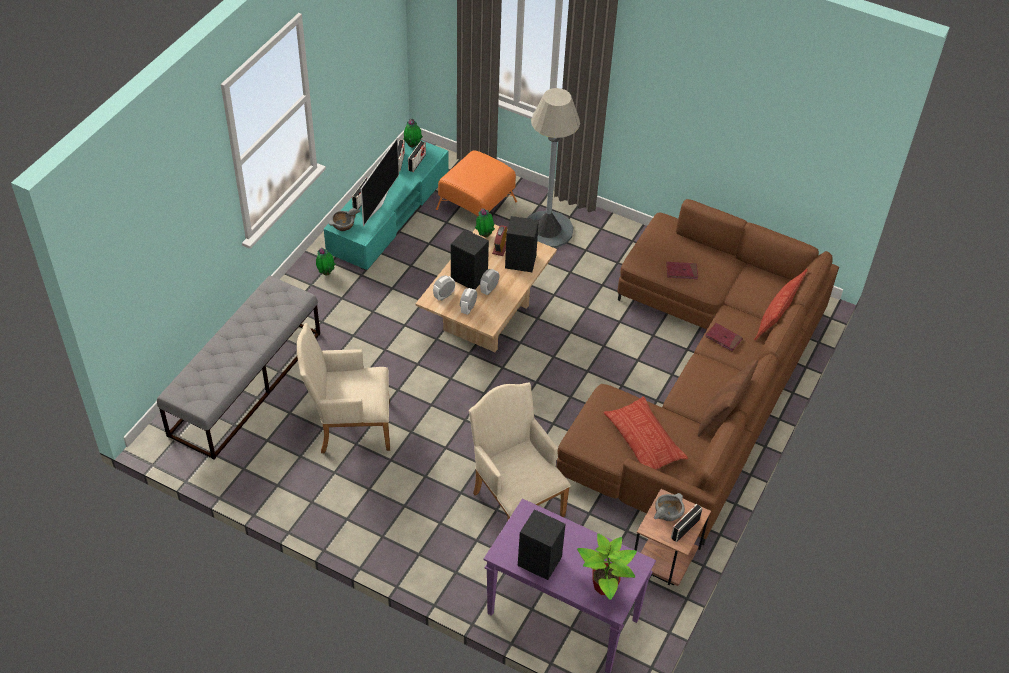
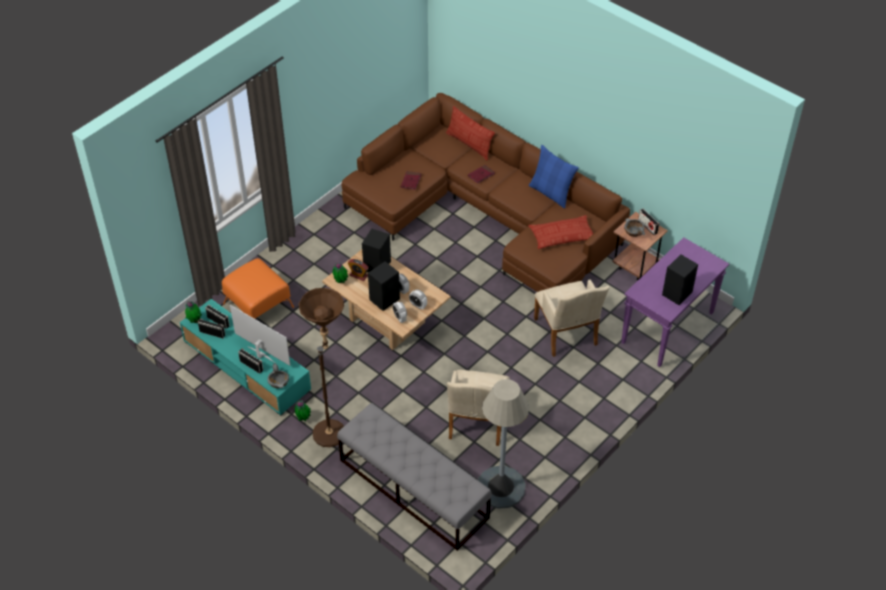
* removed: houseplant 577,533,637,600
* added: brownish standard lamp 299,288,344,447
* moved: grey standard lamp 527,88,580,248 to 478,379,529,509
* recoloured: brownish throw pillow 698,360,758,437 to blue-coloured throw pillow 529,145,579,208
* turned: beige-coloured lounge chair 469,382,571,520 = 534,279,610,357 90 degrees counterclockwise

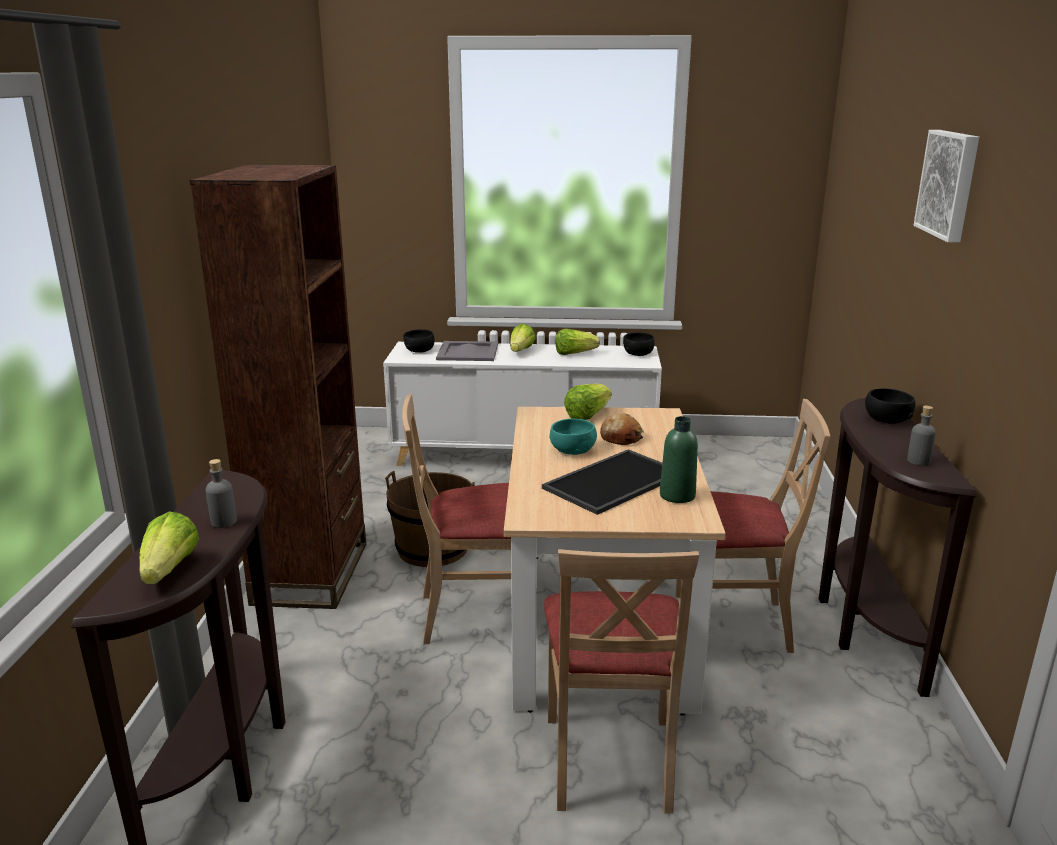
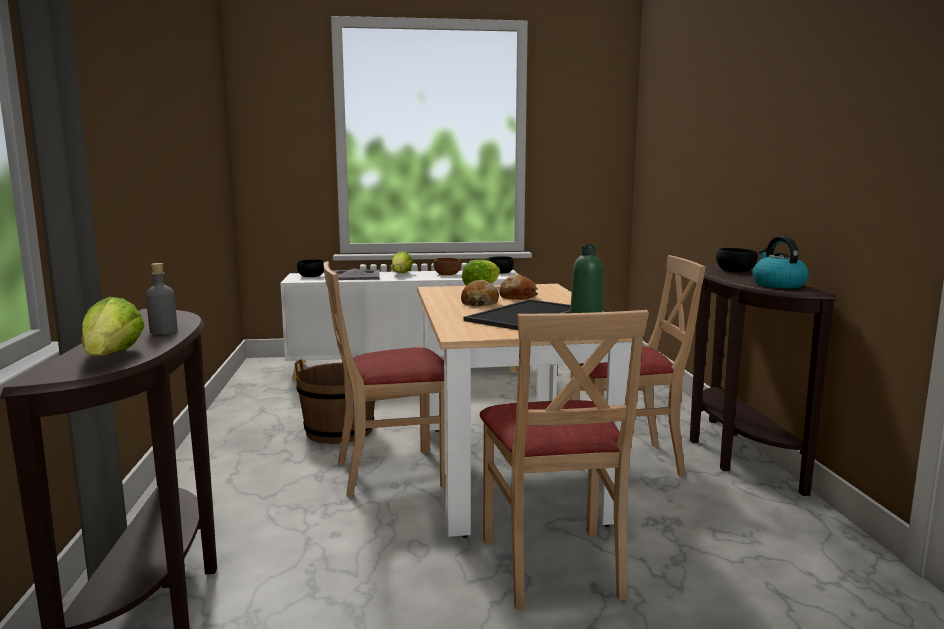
* removed: brownish bookcase 190,165,366,609
* removed: wall picture 913,130,979,243
* replaced: turquoise-coloured bowl 549,419,597,455 to baked bread 461,280,499,306
* replaced: lettuce 556,329,600,355 to brownish bowl 434,258,461,275
* replaced: grey bottle 907,406,936,466 to tea kettle 752,236,809,289

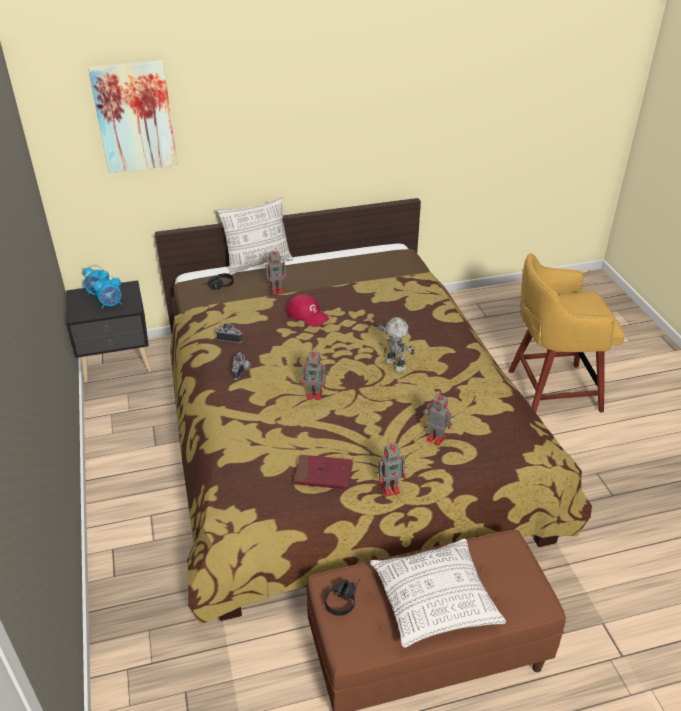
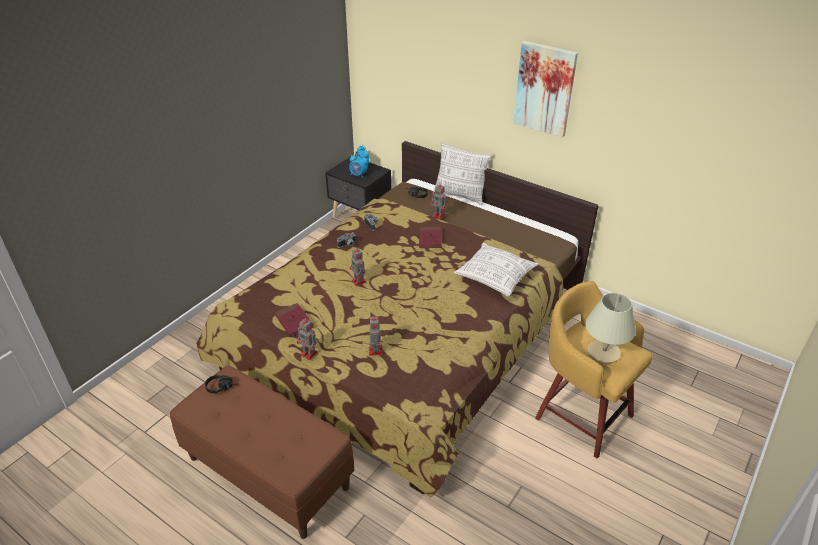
* removed: robot figure 377,317,414,372
* added: beige-coloured tabletop lamp 585,293,636,363
* moved: wall picture 88,60,178,173 to 513,41,578,138
* moved: throw pillow 370,539,506,648 to 454,243,538,297
* replaced: red cap 286,294,329,327 to red book 419,226,442,248

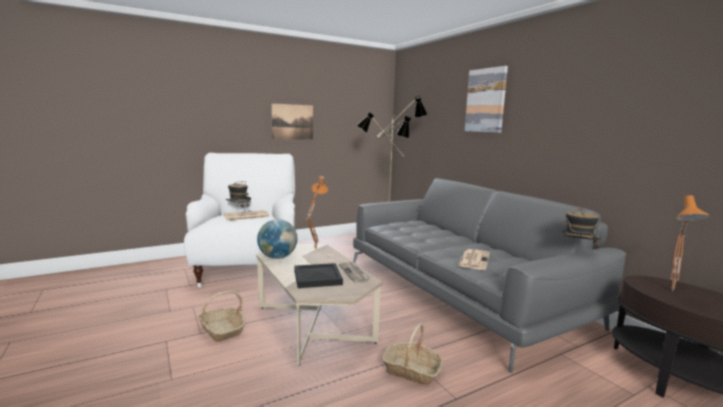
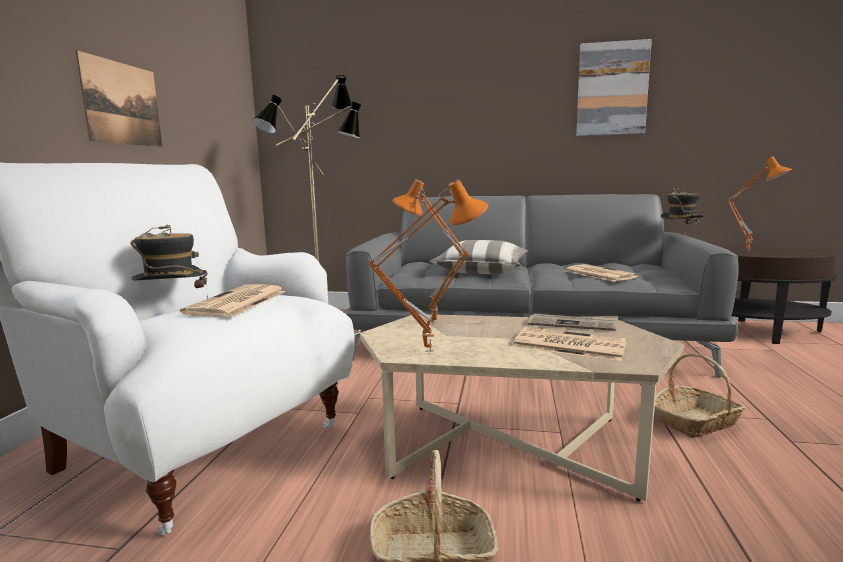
* added: throw pillow 430,240,528,274
* moved: wall picture 465,66,508,133 to 576,39,652,136
* replaced: globe 257,219,297,259 to orangey tabletop lamp 368,179,488,352
* replaced: black serving tray 294,263,343,288 to printed paper 513,327,626,361

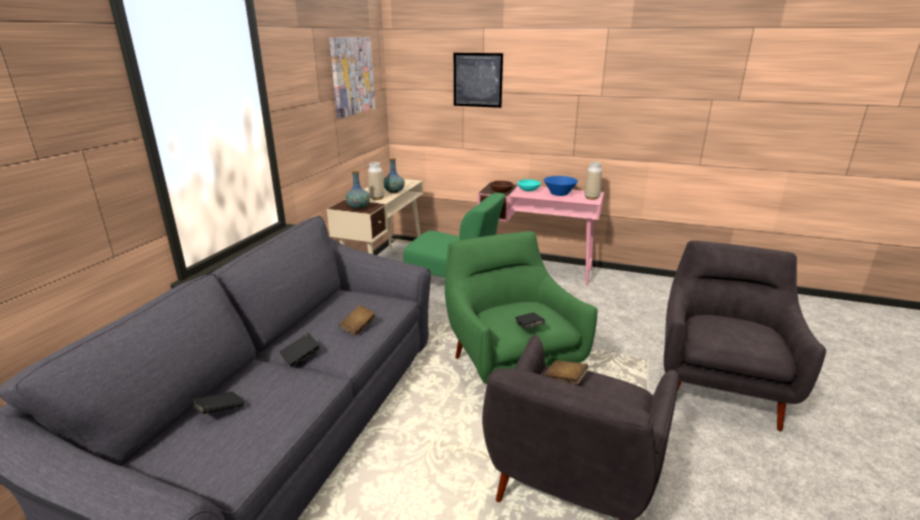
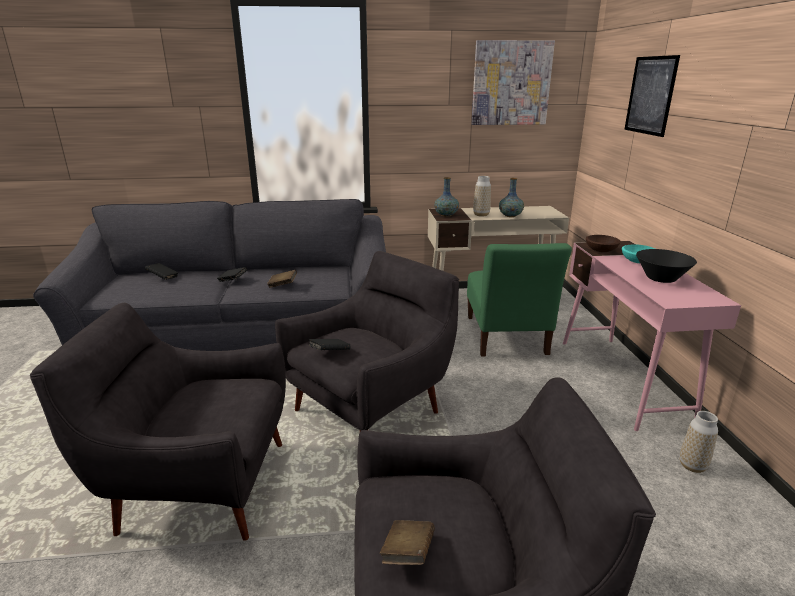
* moved: brownish book 545,360,588,384 to 380,520,435,565
* moved: flower vase 584,162,602,200 to 679,411,718,473
* recoloured: green lounge chair 445,231,597,384 to grey lounge chair 275,251,459,432
* recoloured: blue-coloured bowl 543,176,578,196 to black bowl 636,249,697,283

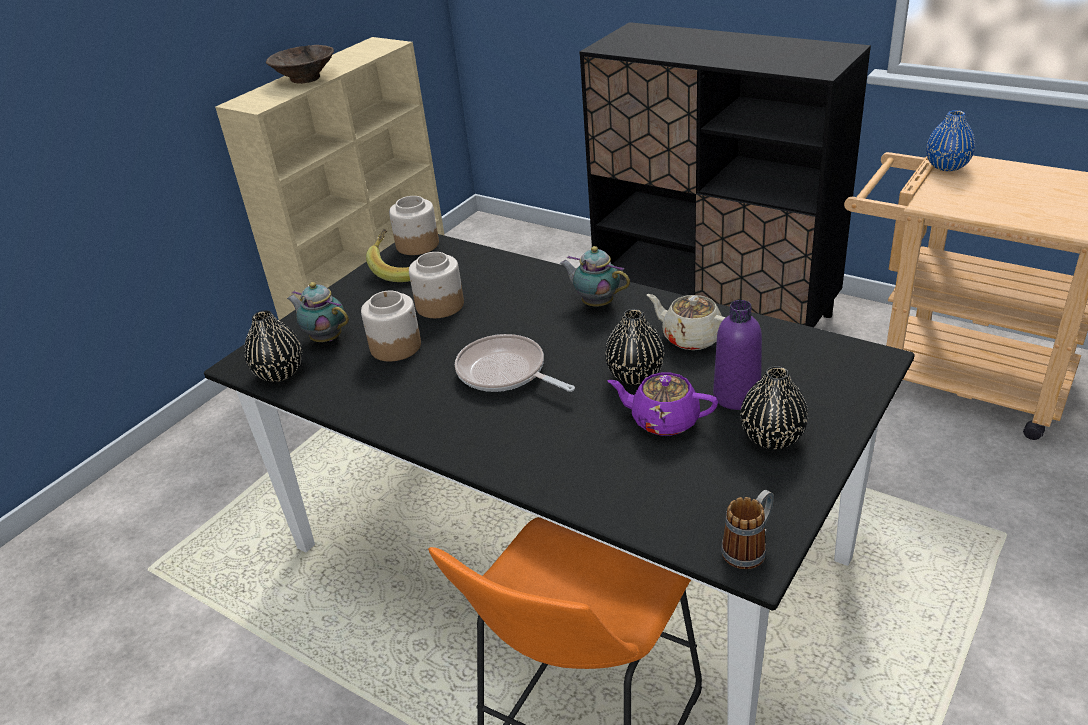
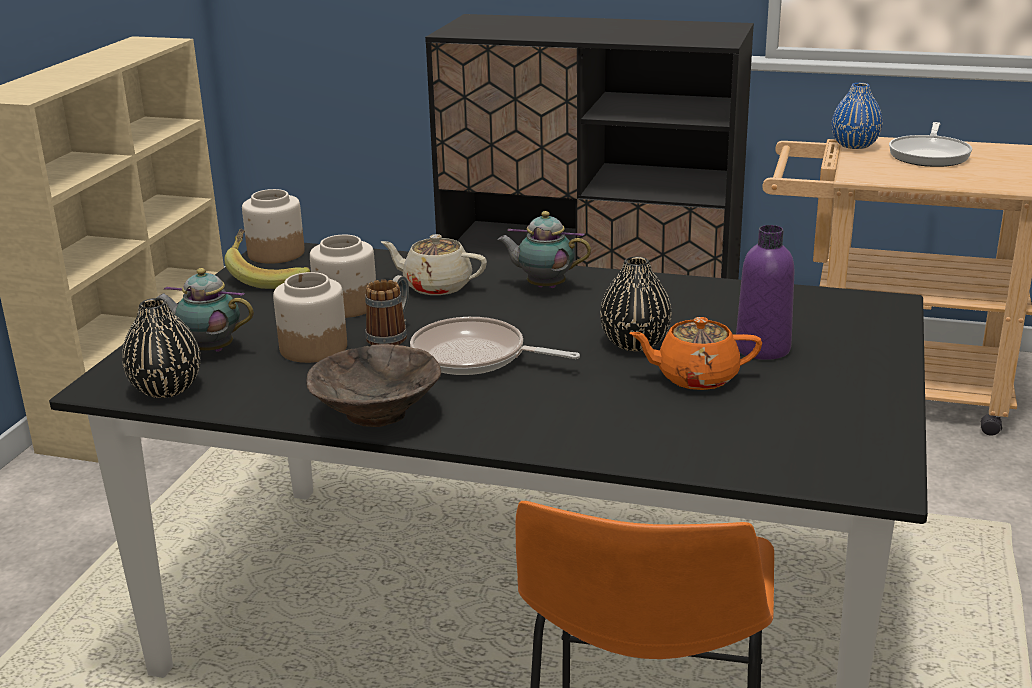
* removed: black flower vase 740,366,808,449
* added: frying pan 889,122,972,167
* moved: brownish bowl 266,45,334,84 to 306,344,441,427
* moved: beige-coloured tea pot 647,294,726,350 to 381,234,487,295
* moved: mug 721,490,774,569 to 365,275,409,345
* recoloured: purple tea pot 607,373,718,436 to orangey tea pot 629,317,762,390

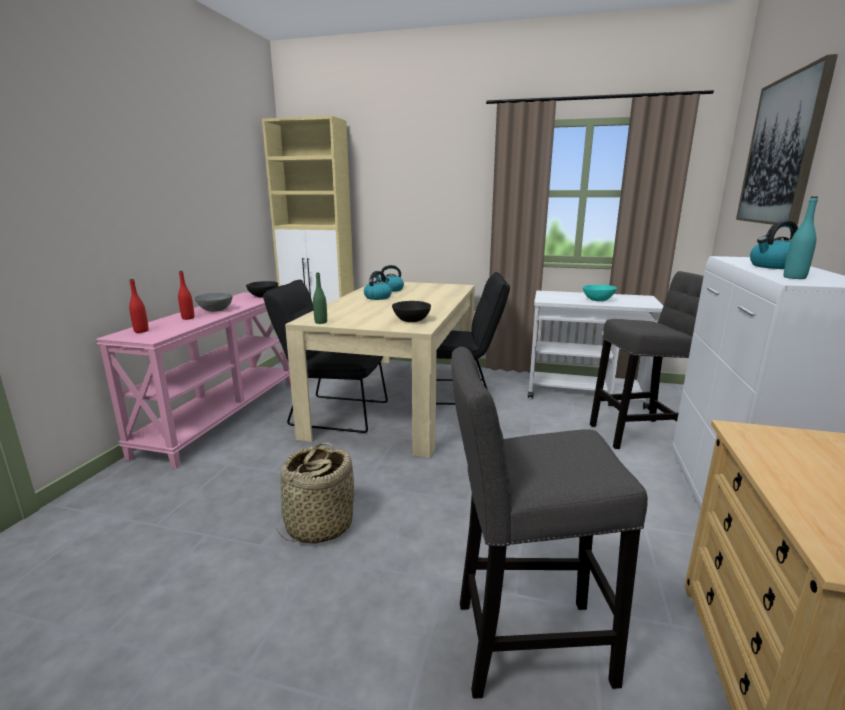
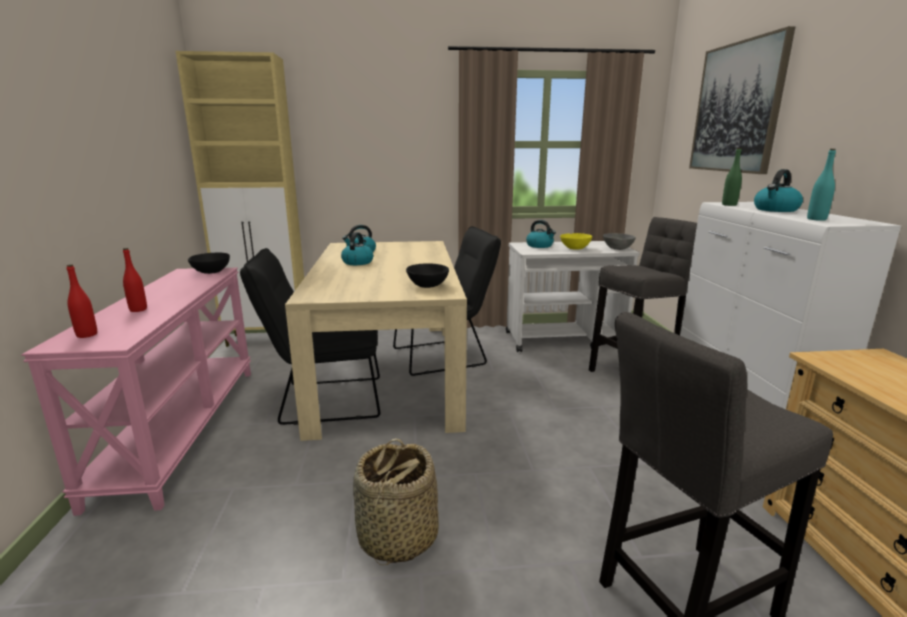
* added: tea kettle 526,220,556,248
* moved: grey bowl 195,293,233,312 to 603,233,636,250
* moved: green bottle 313,272,327,324 to 722,148,742,206
* recoloured: turquoise-coloured bowl 583,285,617,301 to yellowish bowl 560,233,592,250

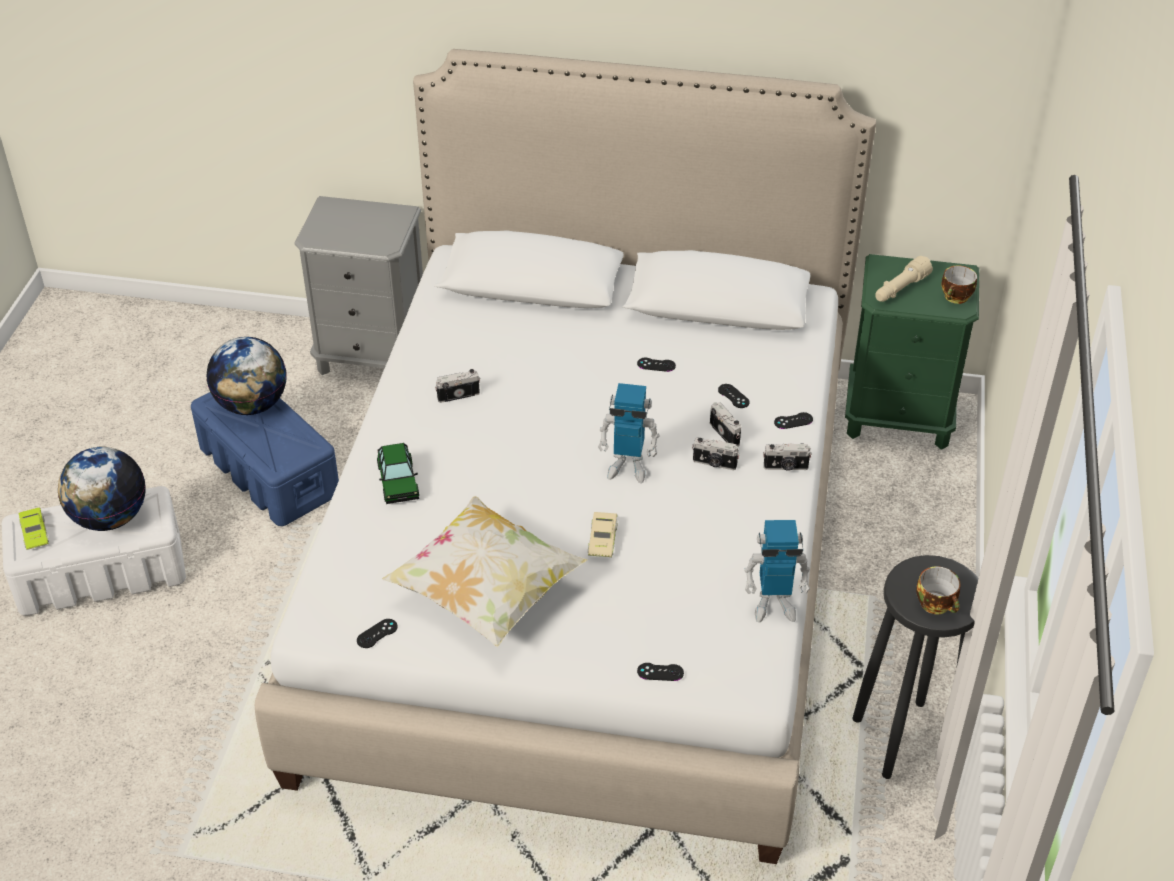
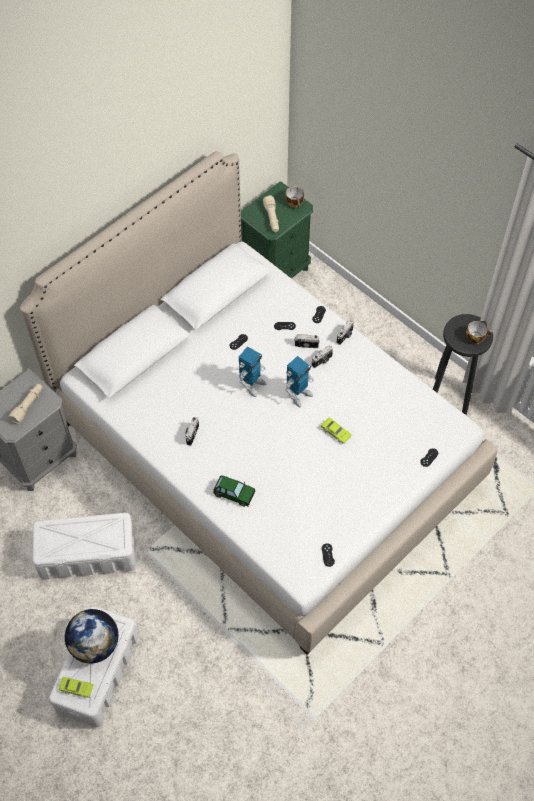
* removed: globe 207,337,287,415
* removed: throw pillow 382,496,587,648
* added: beige-coloured torch 8,384,42,425
* moved: robot figure 744,520,810,623 to 238,346,266,397
* recoloured: blue-coloured storage box 191,392,339,526 to whitish storage box 32,513,136,579
* recoloured: beige-coloured miniature car 588,512,617,557 to green miniature car 321,418,352,444

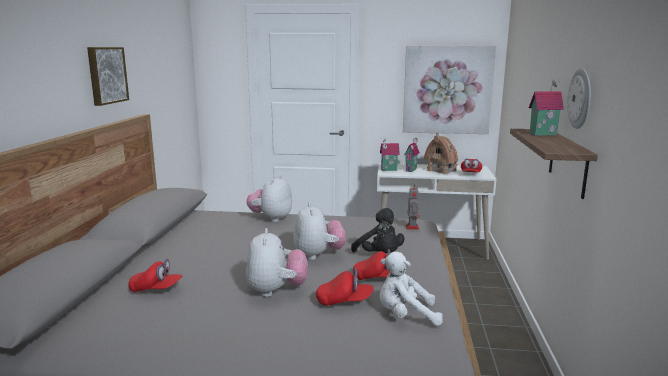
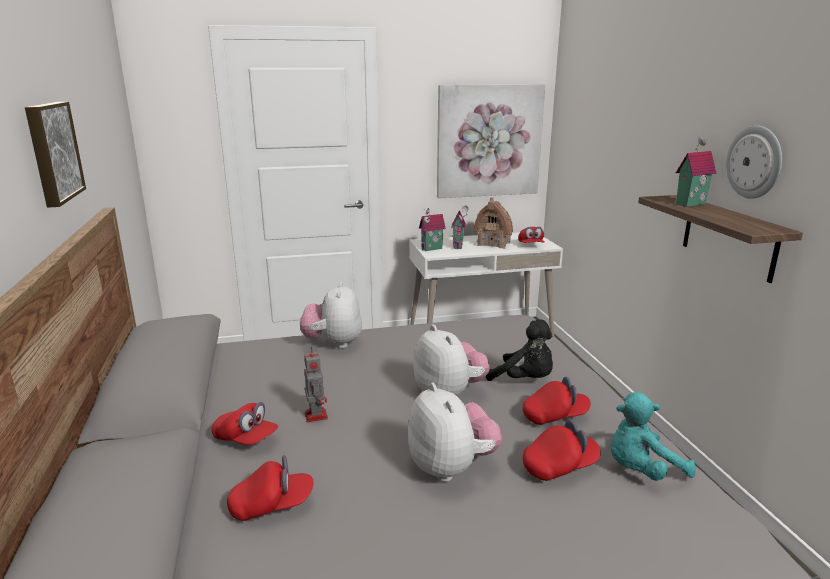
* added: red cap 212,402,278,445
* moved: robot figure 405,184,420,230 to 304,346,328,422
* recoloured: whitish plush toy 380,252,443,326 to turquoise-coloured plush toy 610,392,696,481

